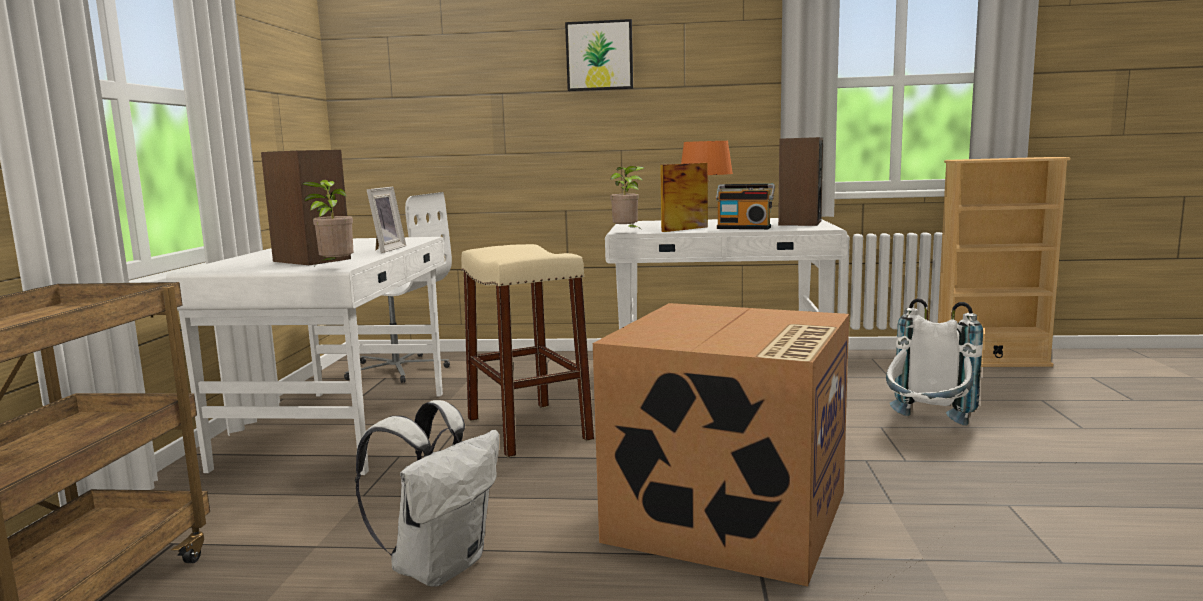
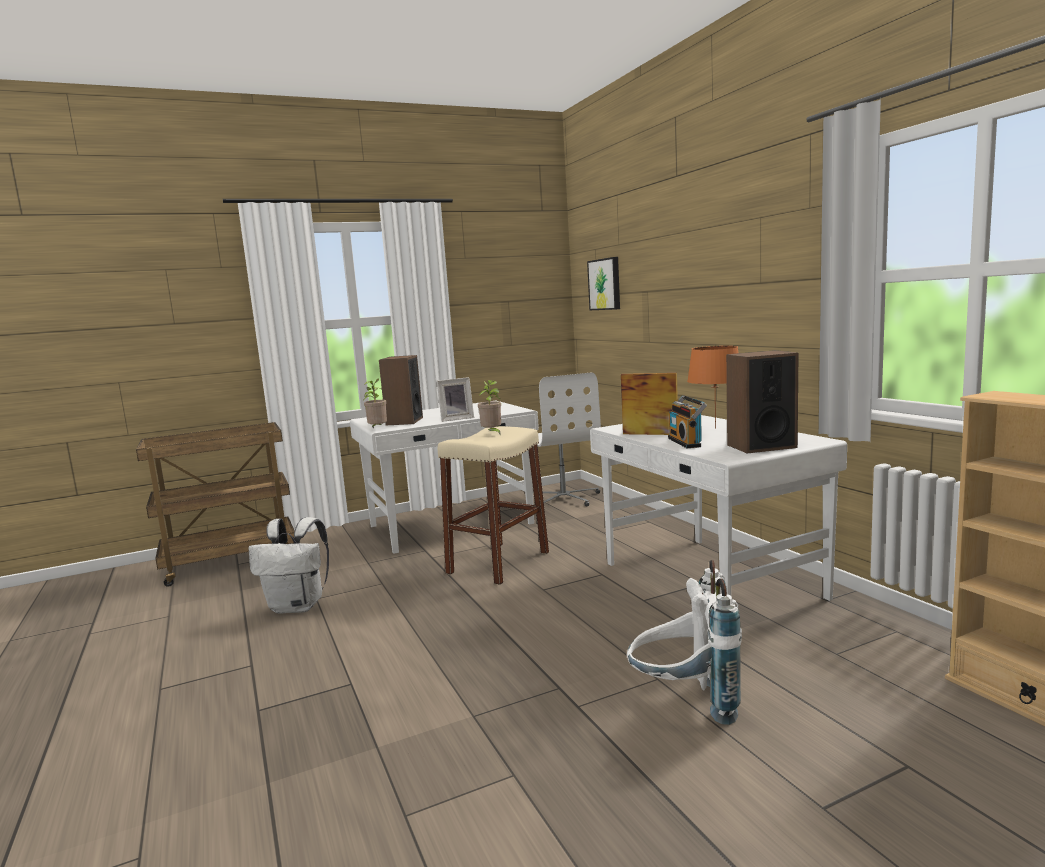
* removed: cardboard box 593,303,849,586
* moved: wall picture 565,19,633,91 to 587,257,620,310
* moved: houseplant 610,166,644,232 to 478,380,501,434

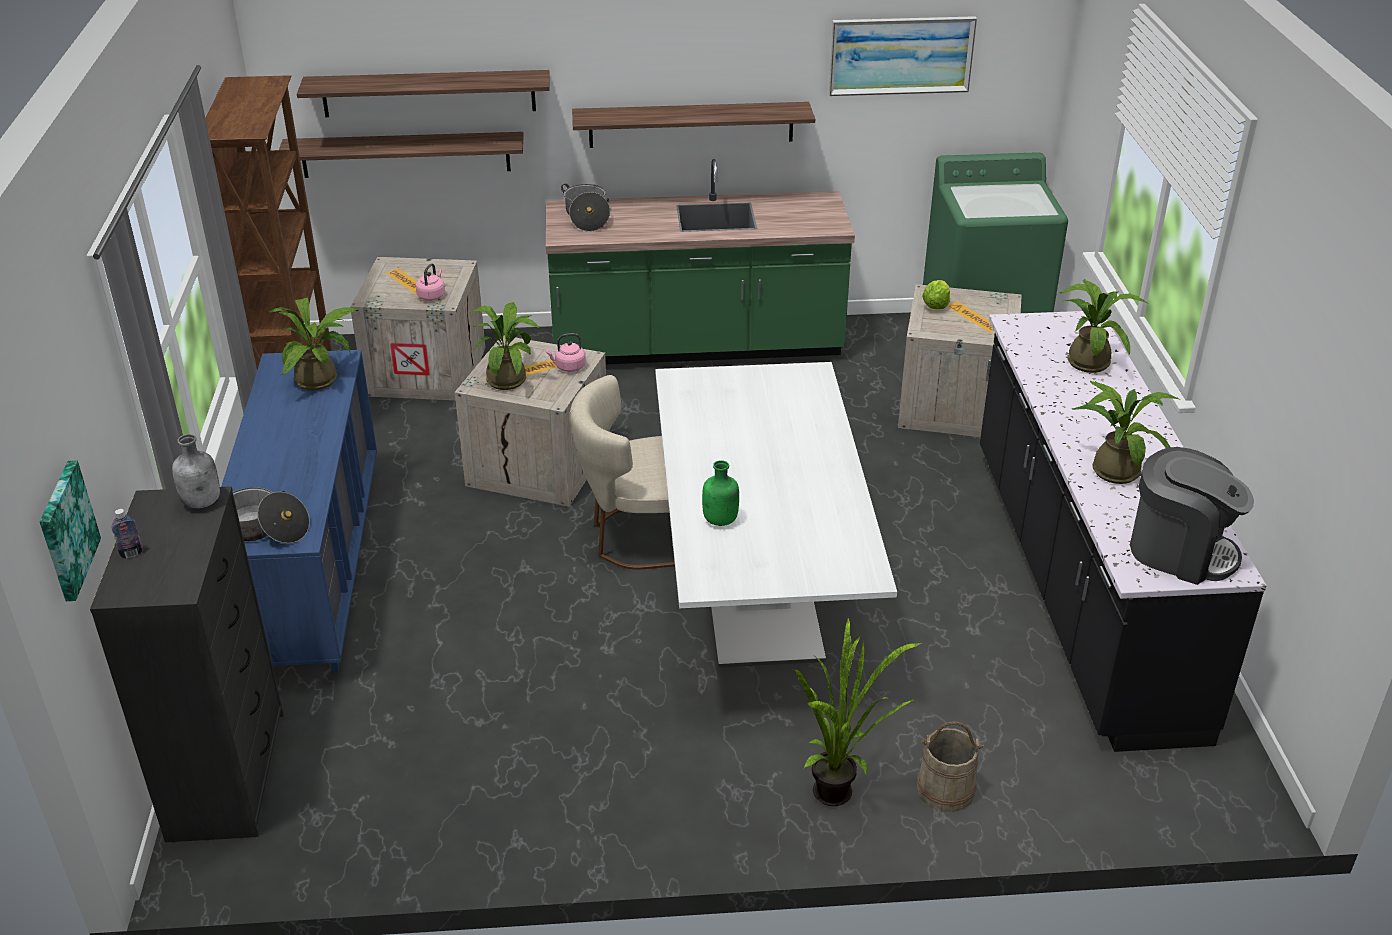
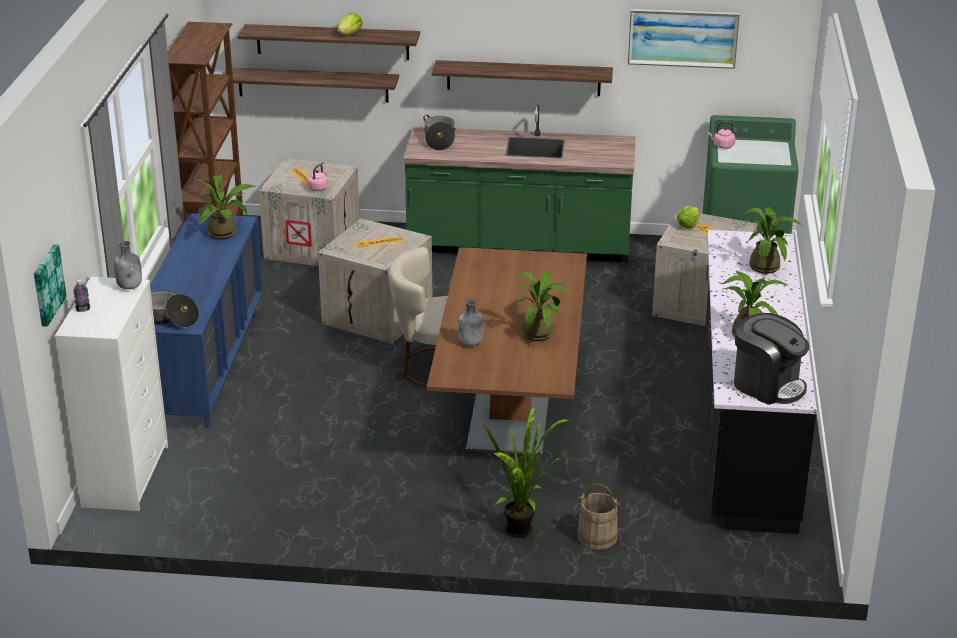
* added: lettuce 337,13,362,35
* moved: houseplant 470,302,540,390 to 513,272,568,341
* moved: pink-coloured tea kettle 545,333,586,372 to 708,122,735,149
* recoloured: black dresser 90,486,284,842 to whitish dresser 55,277,168,511
* recoloured: whitish dining table 655,362,897,668 to brownish dining table 427,247,587,456
* recoloured: green bottle 702,460,739,526 to grey bottle 458,300,483,346

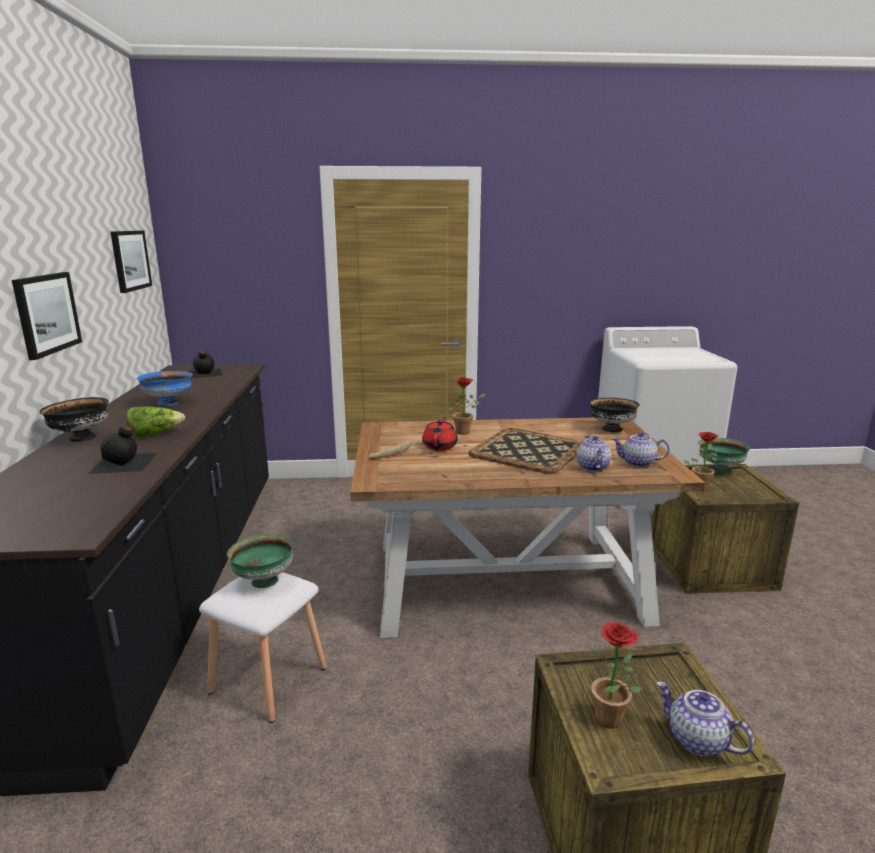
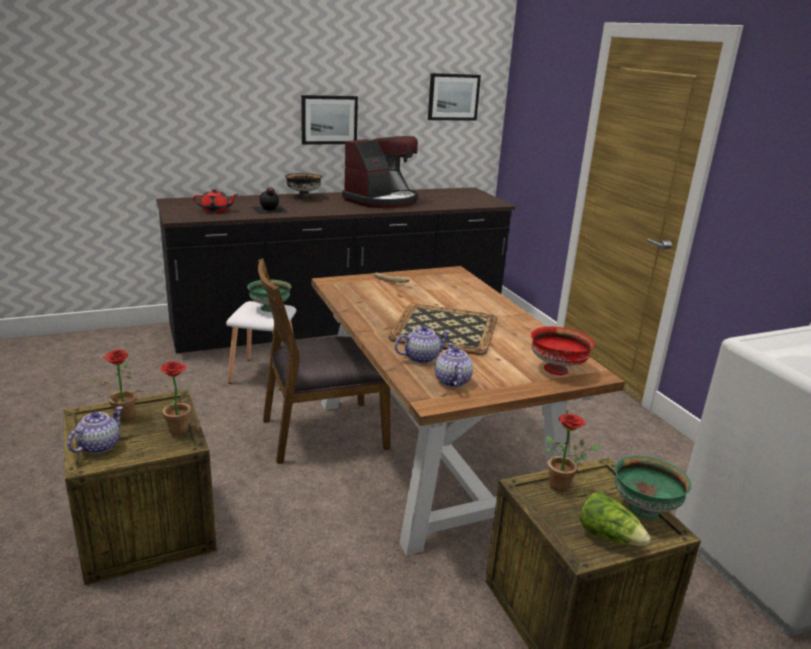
* removed: black bottle 189,350,223,378
* added: brownish plain chair 258,258,390,464
* moved: lettuce 126,406,185,438 to 580,492,650,546
* moved: red tea pot 422,417,458,451 to 193,189,239,213
* moved: houseplant 445,377,485,435 to 157,361,192,435
* replaced: blue-coloured bowl 137,371,193,406 to coffee machine 342,136,418,208
* recoloured: black bowl 589,398,639,432 to red bowl 531,326,594,375

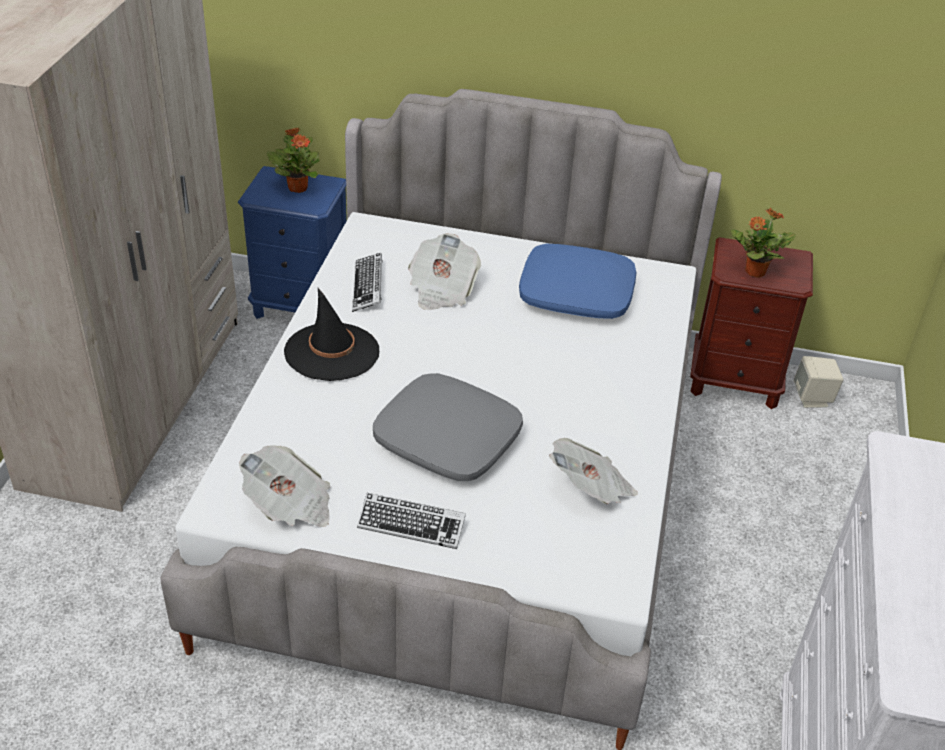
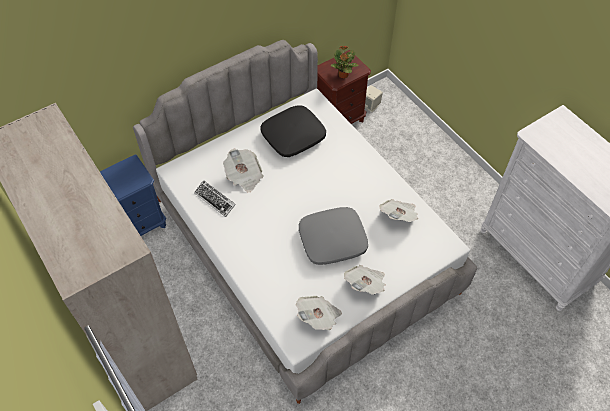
* removed: houseplant 267,127,320,193
* removed: black hat 284,288,379,381
* replaced: PC keyboard 357,493,466,549 to printed paper 344,265,386,295
* recoloured: blue-coloured throw pillow 519,244,636,319 to black throw pillow 260,105,326,157

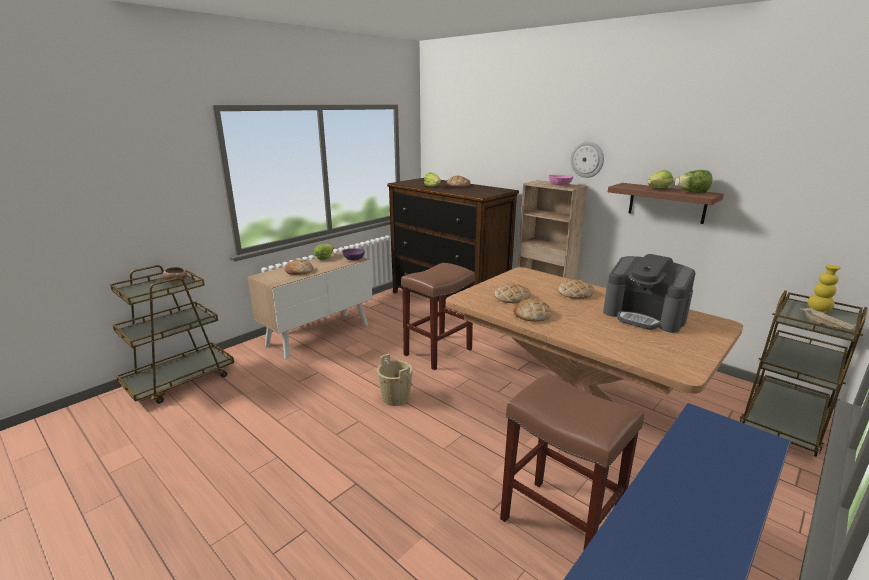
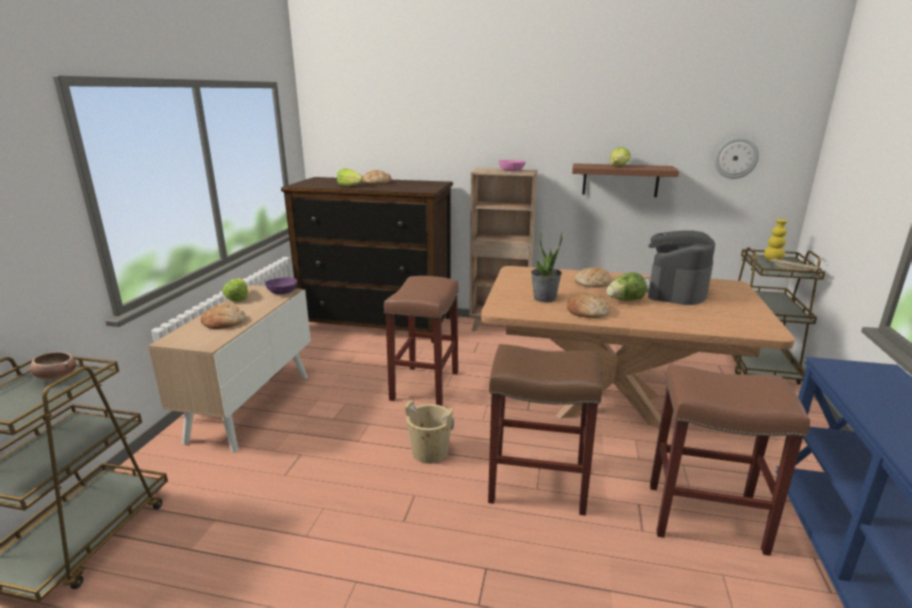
* added: brownish stool seat 488,344,602,516
* moved: hanging clock 571,141,604,178 to 714,137,759,179
* moved: lettuce 675,170,713,193 to 607,272,647,301
* replaced: baked bread 494,283,531,303 to houseplant 531,232,562,302
* turned: coffee machine 603,254,696,333 = 644,230,715,305 105 degrees clockwise

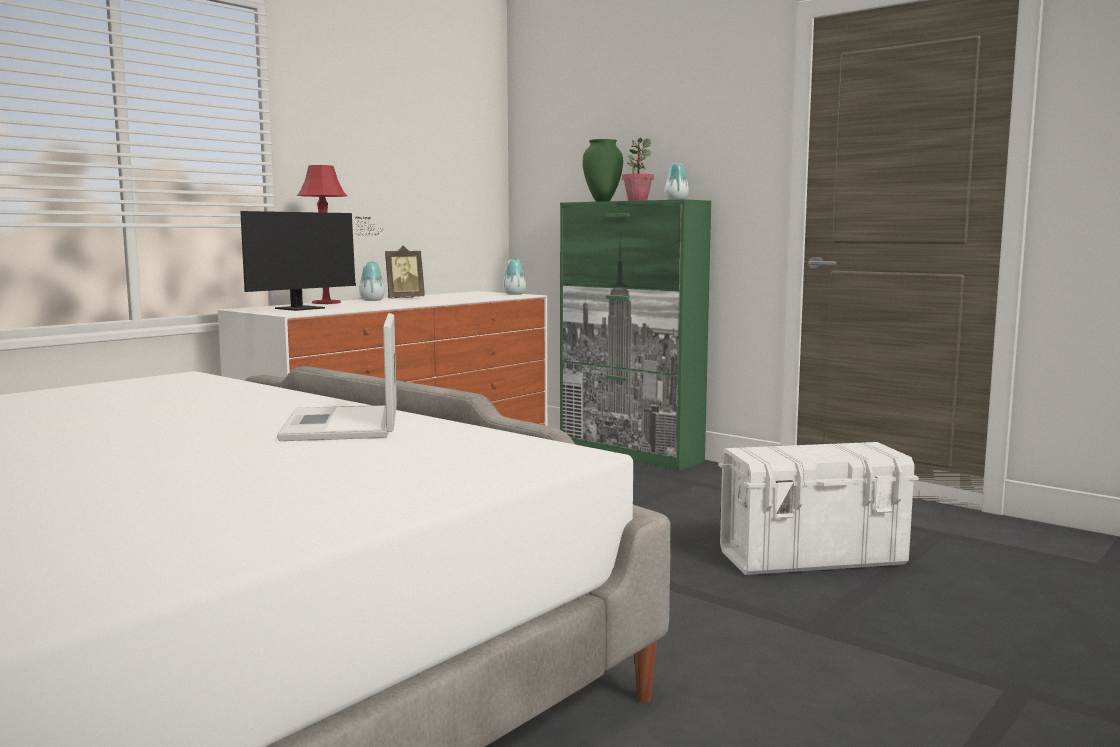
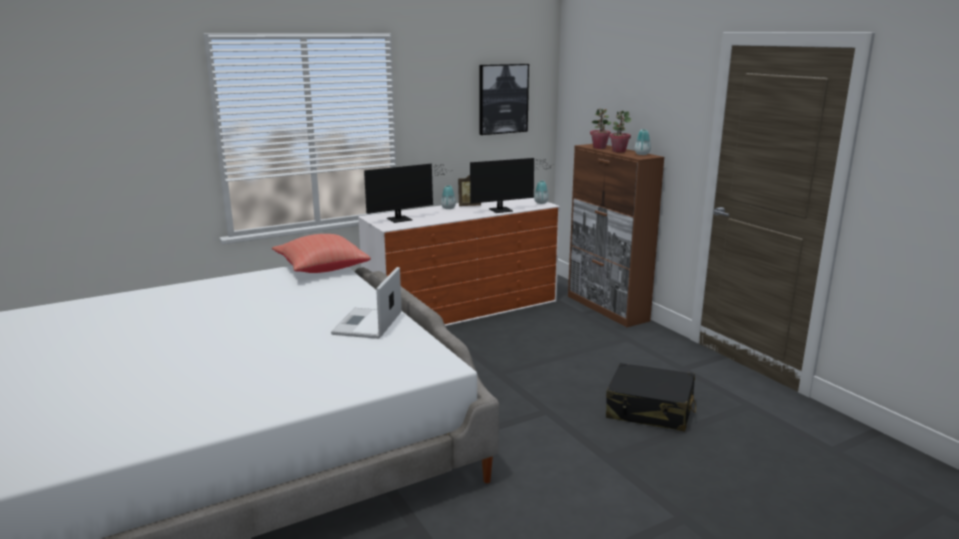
* removed: red tabletop lamp 297,165,347,304
* added: red throw pillow 272,234,371,273
* added: monitor 470,158,551,213
* added: wall picture 479,64,529,135
* replaced: green flower vase 583,139,623,202 to houseplant 590,108,611,149
* replaced: whitish storage box 718,442,919,575 to black piece of luggage 606,363,696,432
* recoloured: green cabinet 560,199,711,470 to brownish cabinet 568,144,664,327

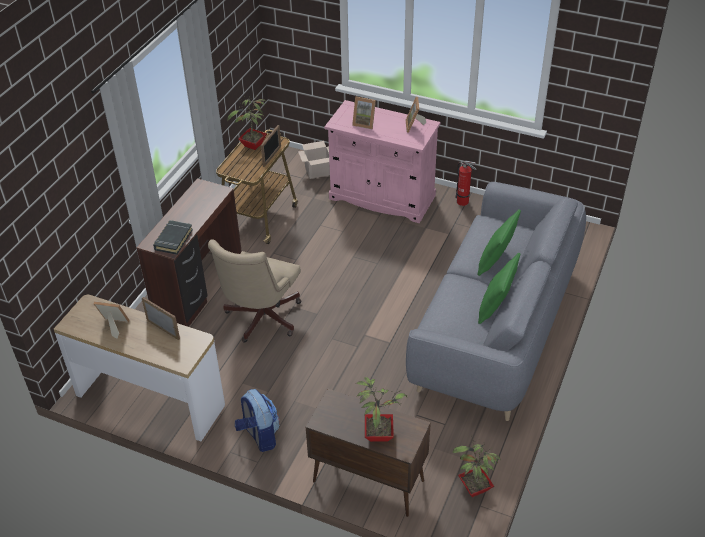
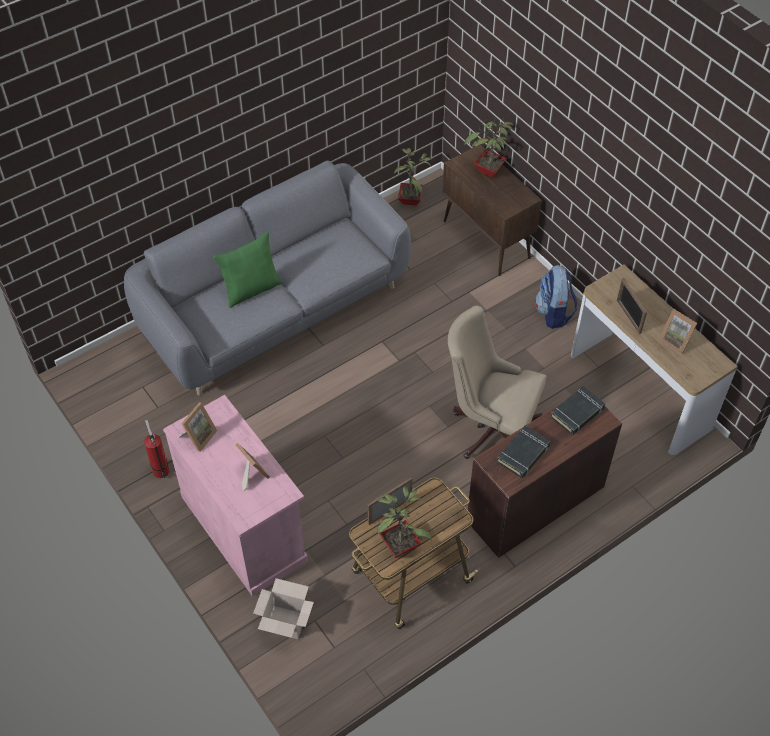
* removed: green throw pillow 478,253,520,324
* added: black book 497,426,550,478
* turned: beige-coloured computer chair 208,239,301,343 = 448,306,547,459 120 degrees counterclockwise

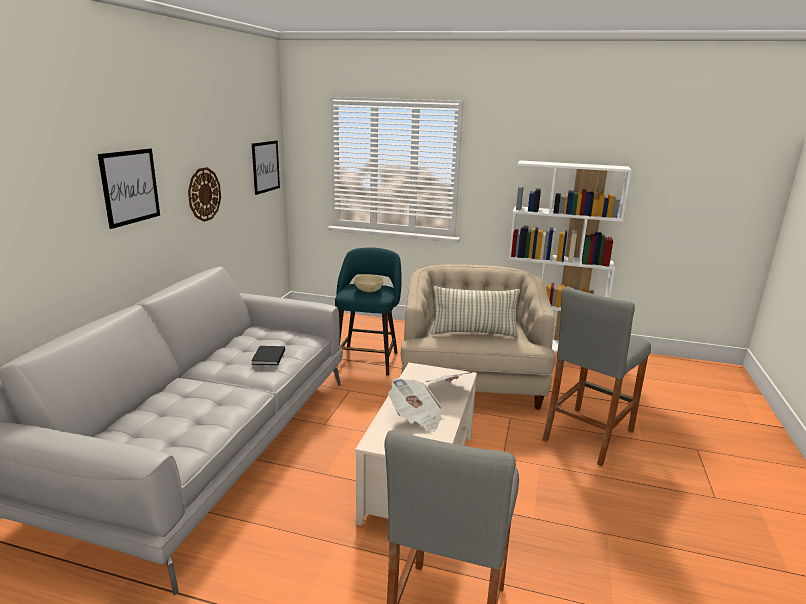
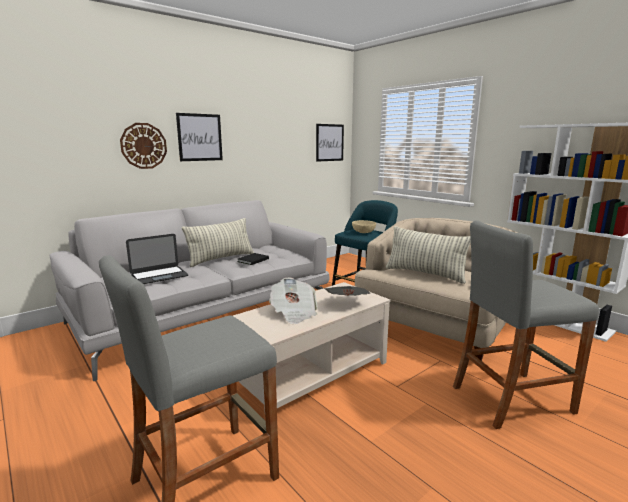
* added: notebook computer 126,234,189,284
* added: throw pillow 182,218,254,267
* moved: hanging clock 188,167,221,222 to 120,123,167,169

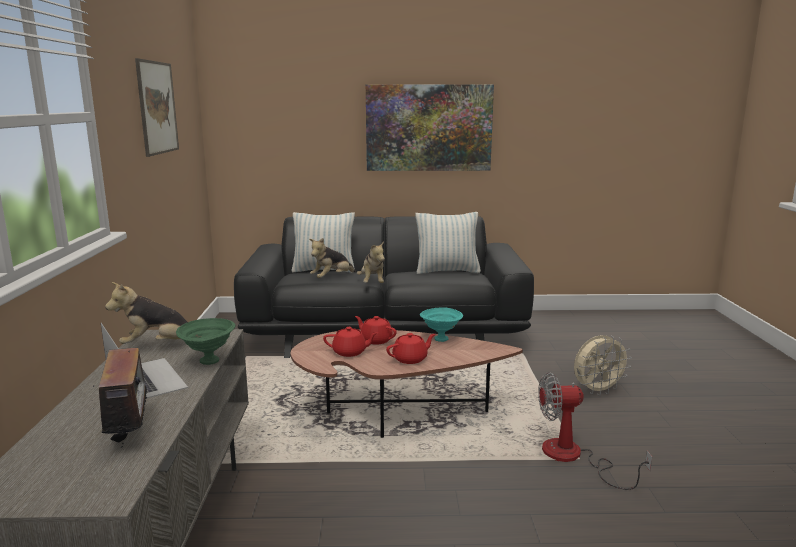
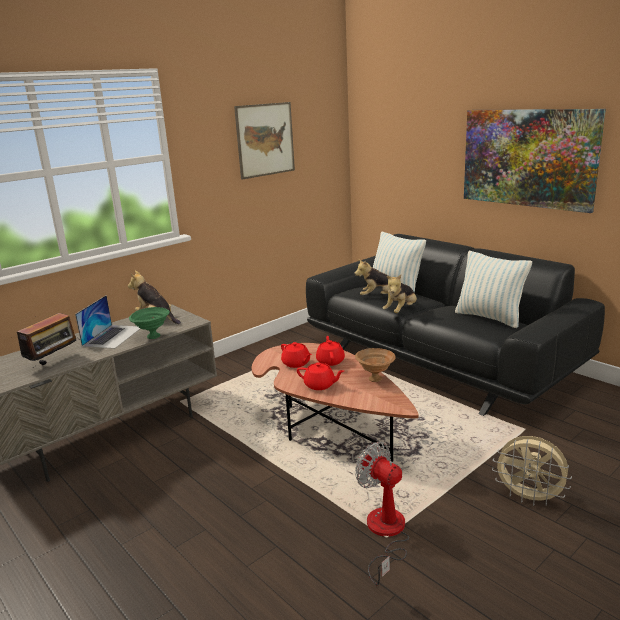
* recoloured: turquoise-coloured bowl 420,307,463,342 to brownish bowl 355,348,396,382

